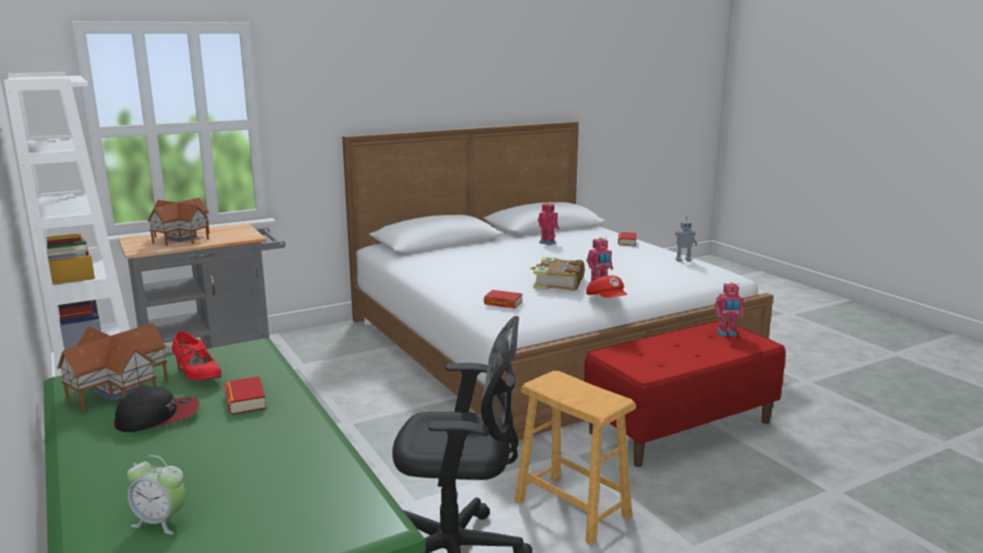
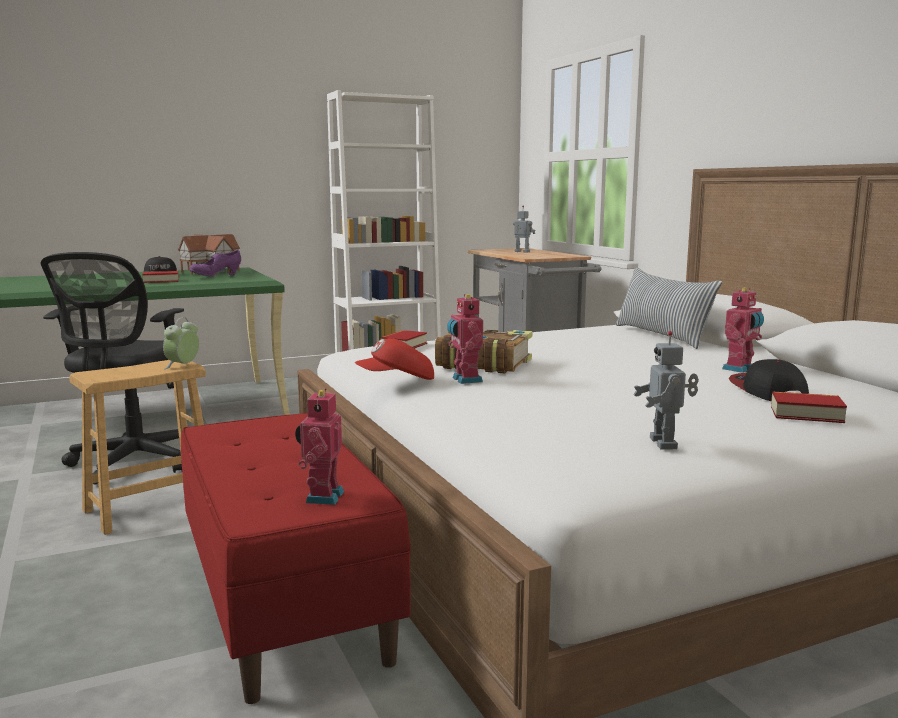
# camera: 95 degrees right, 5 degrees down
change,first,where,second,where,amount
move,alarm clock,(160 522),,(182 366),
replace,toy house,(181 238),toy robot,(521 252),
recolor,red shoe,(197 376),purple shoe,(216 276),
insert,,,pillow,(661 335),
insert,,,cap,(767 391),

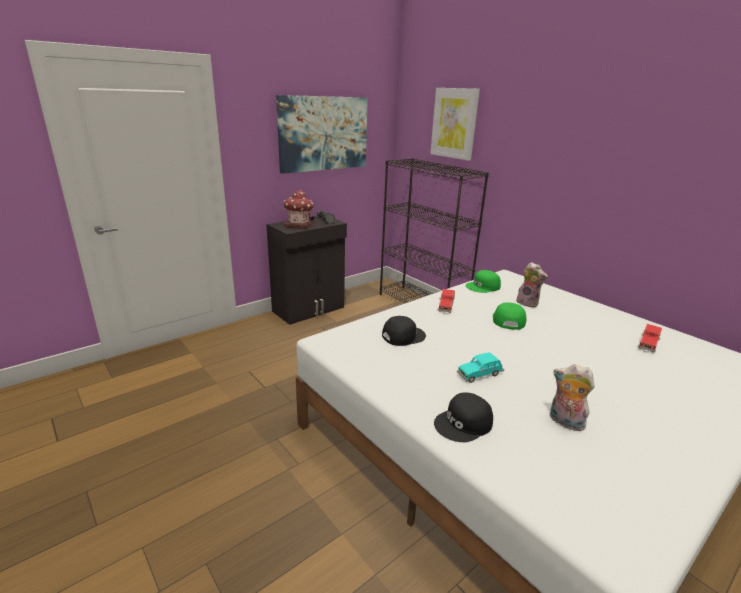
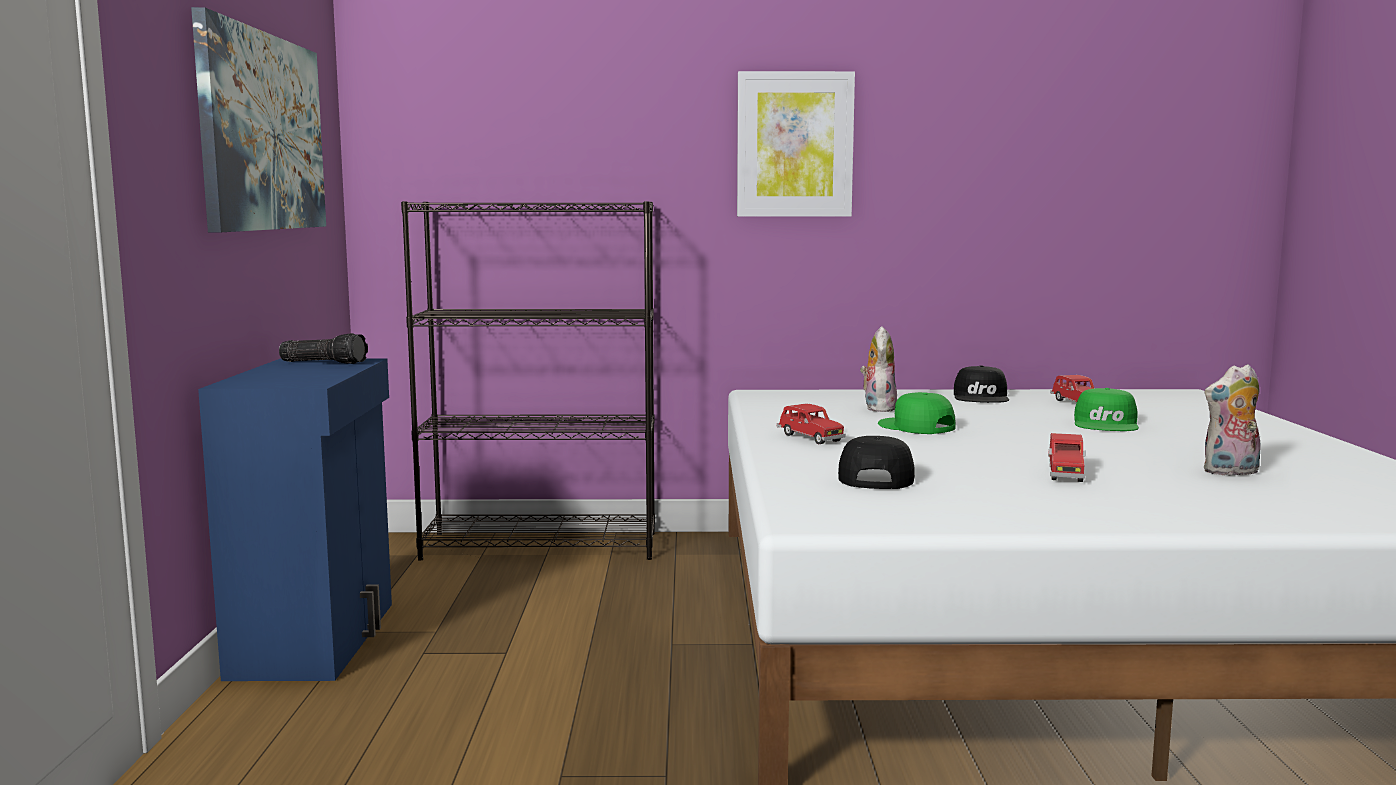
# camera: 50 degrees left, 15 degrees down
change,first,where,second,where,amount
recolor,black cabinet,(309 309),blue cabinet,(318 639),
delete,toy house,(299 225),,,
move,picture,(454 123),,(794 145),
move,black cap,(464 424),,(982 397),
recolor,turquoise toy car,(480 375),red toy car,(1065 473),
move,green cap,(483 287),,(1107 424),
rotate,plush toy,(528 303),,(877 408),75 degrees counterclockwise

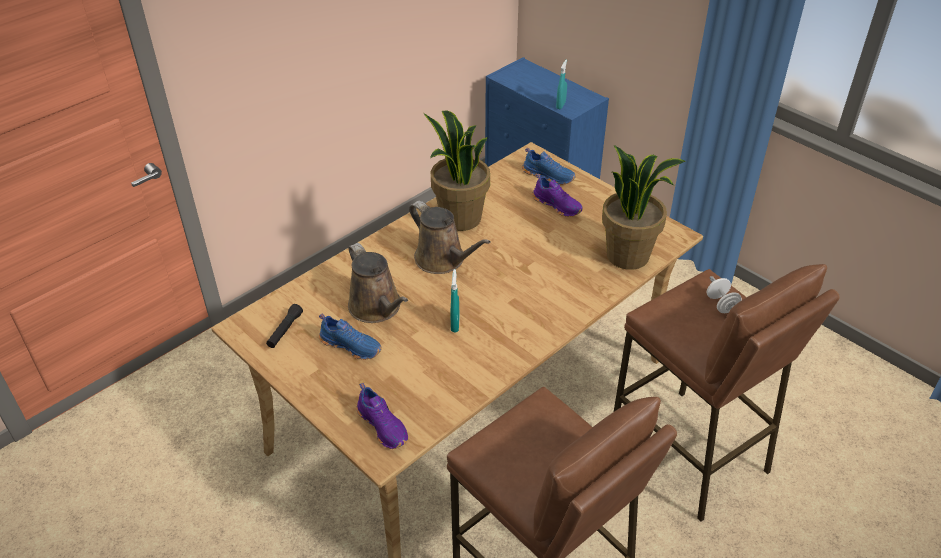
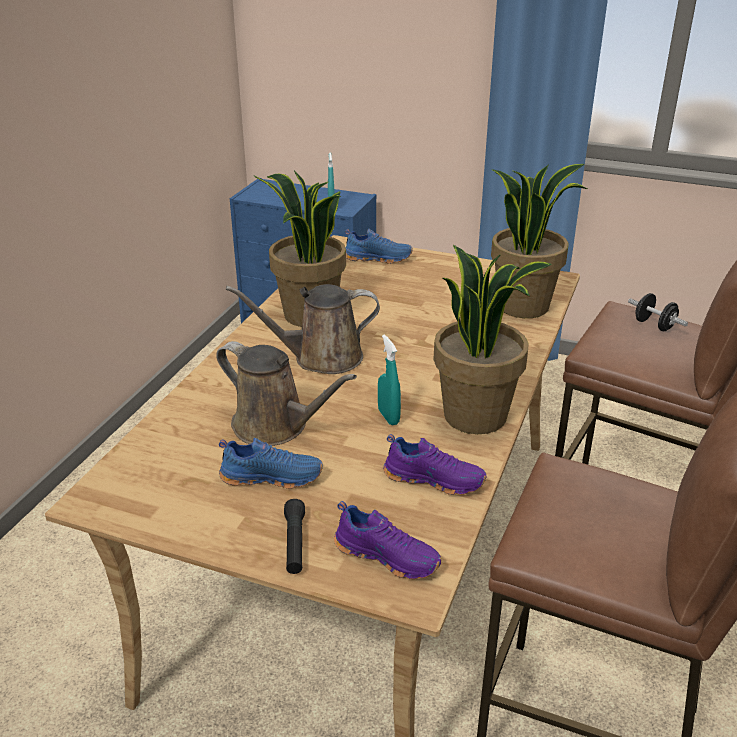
# camera: 25 degrees left, 10 degrees down
change,first,where,second,where,amount
move,black flashlight,(285 330),,(294 544),
rotate,brown watering can,(443 260),,(321 358),150 degrees clockwise
move,purple shoe,(558 205),,(434 479),
recolor,white dumbbell,(721 305),black dumbbell,(654 325),
insert,,,potted plant,(476 415),

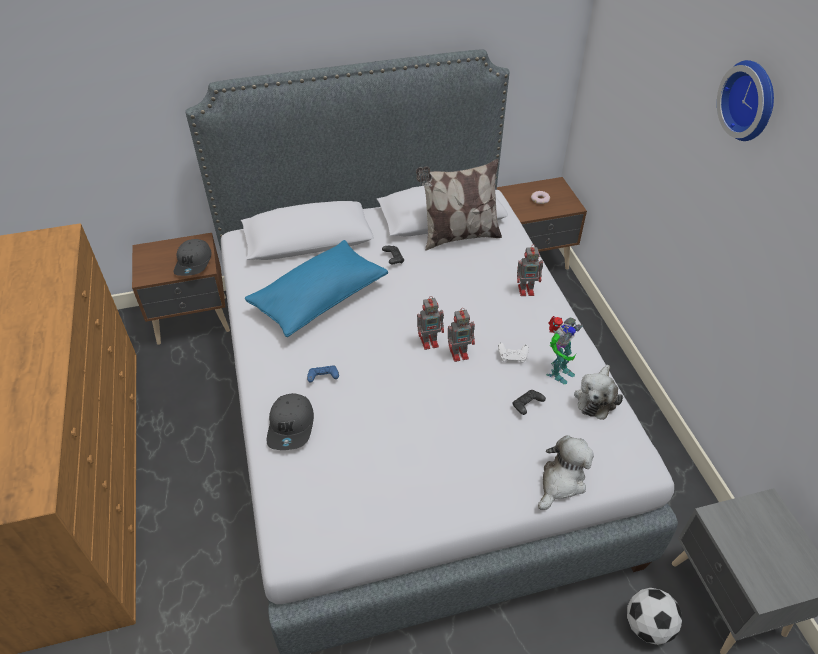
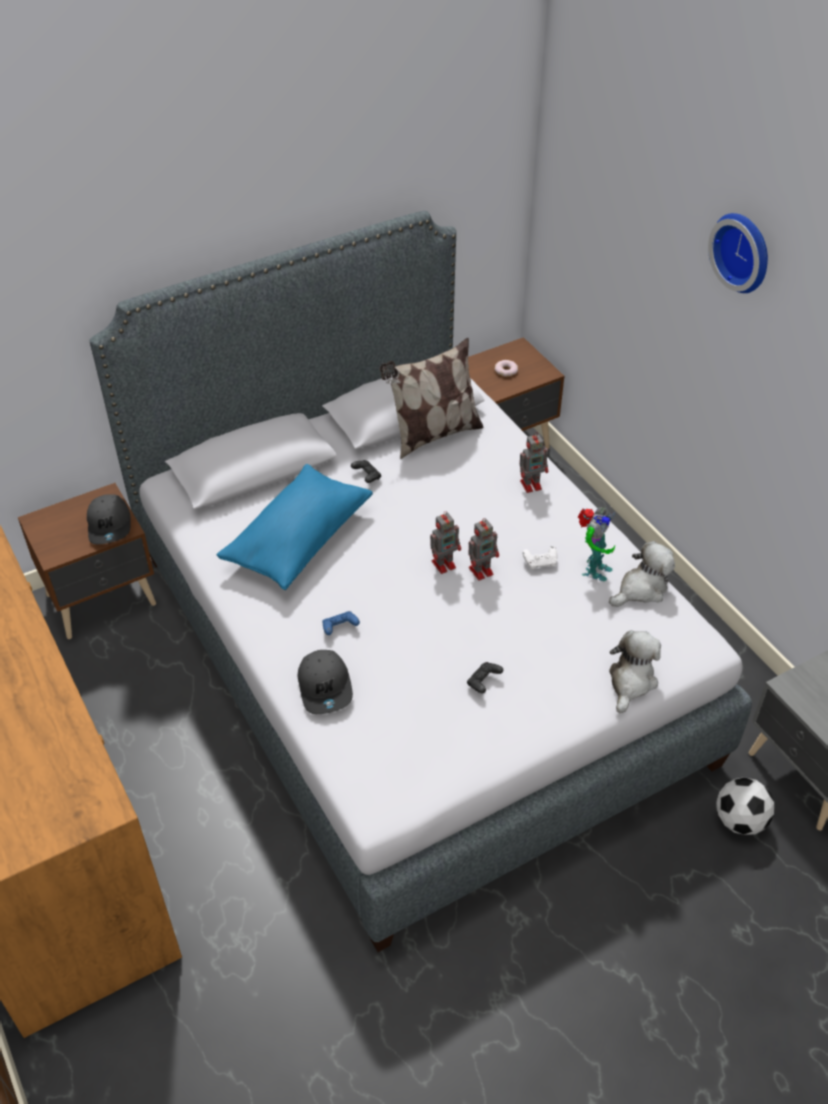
# camera: 15 degrees left, 0 degrees up
change,first,where,second,where,amount
move,black game controller,(526 406),,(483 682),
rotate,plush toy,(596 398),,(641 589),135 degrees counterclockwise

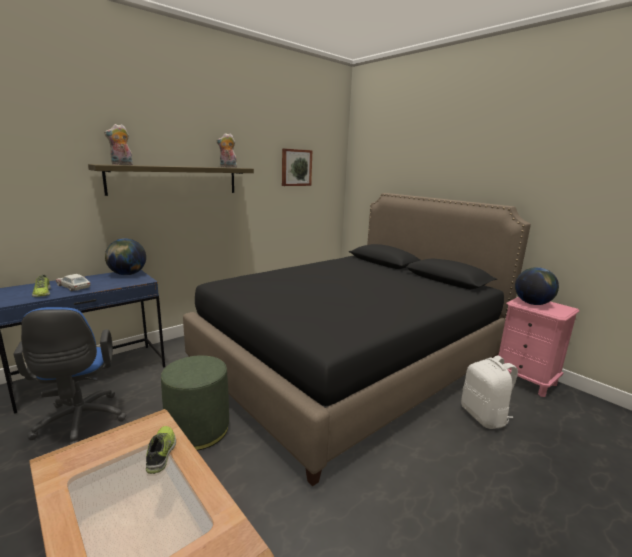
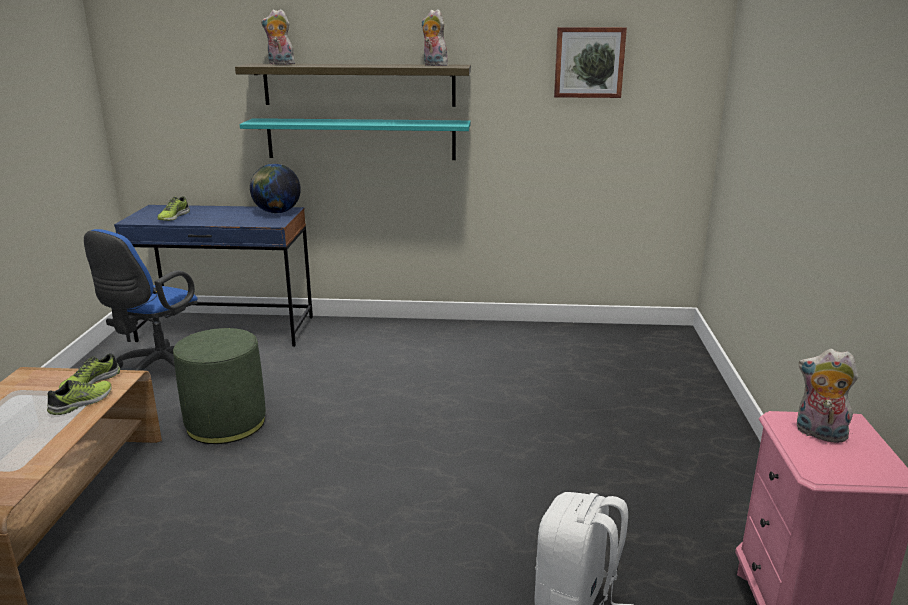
# camera: 45 degrees right, 5 degrees up
change,first,where,second,where,amount
delete,toy car,(74 287),,,
delete,black bed,(350 363),,,
replace,globe,(532 303),plush toy,(818 434),
insert,,,shoe,(90 382),
insert,,,turquoise shelf,(361 139),

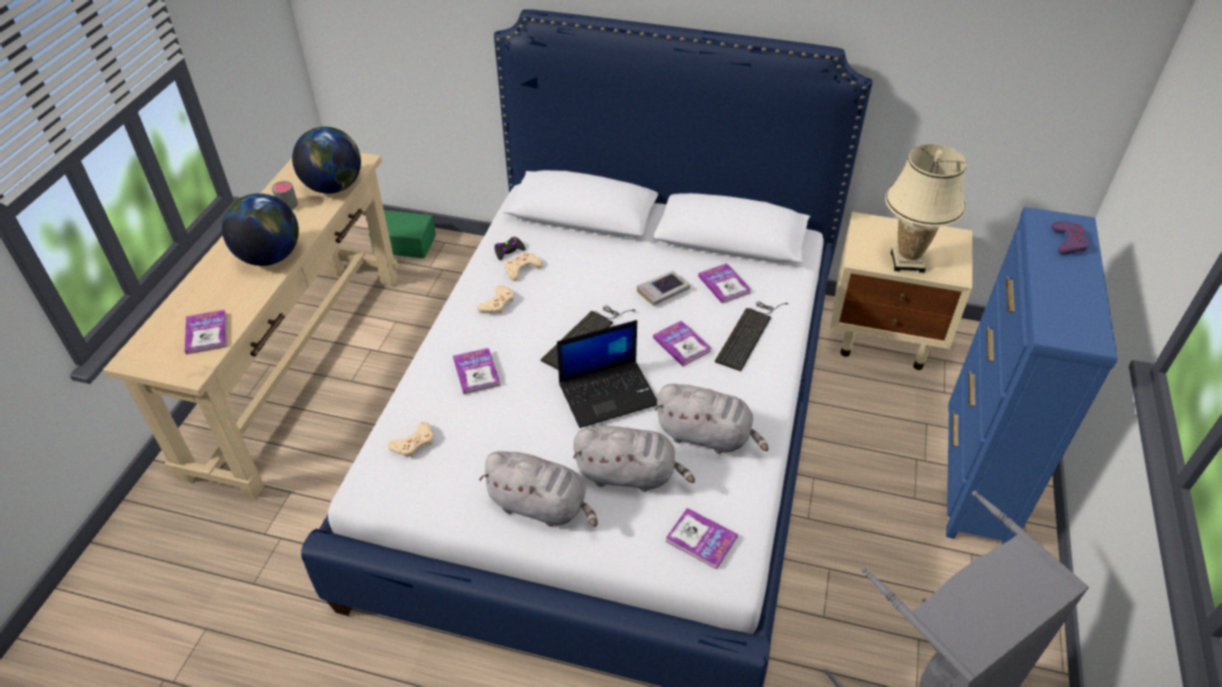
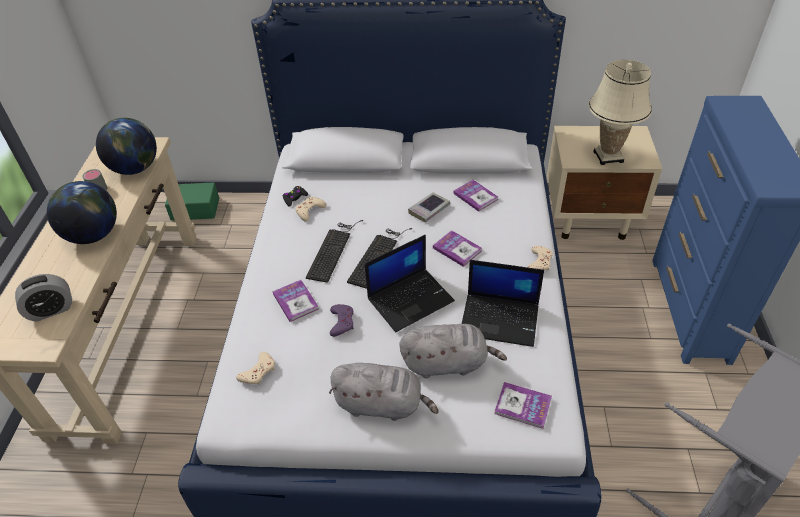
# camera: 10 degrees left, 0 degrees up
change,first,where,second,where,amount
replace,book,(206 333),alarm clock,(51 310),
move,beige game controller,(497 303),,(539 262),
replace,grey plush toy,(707 436),laptop,(500 319),
move,keyboard,(749 333),,(333 249),
move,purple game controller,(1068 241),,(342 322),

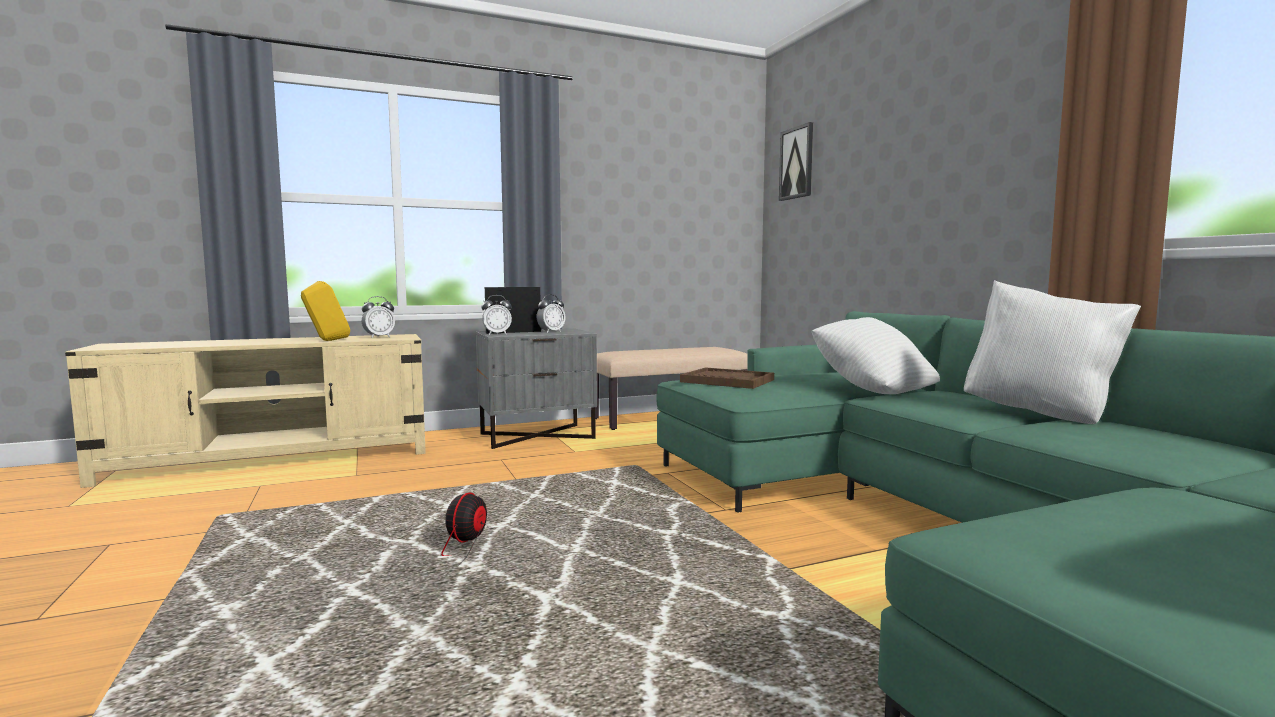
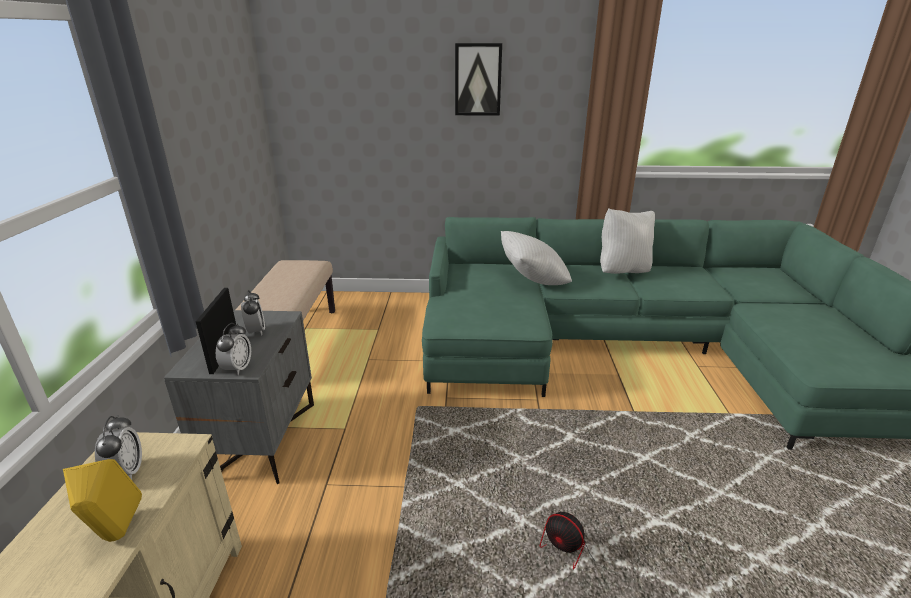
# camera: 65 degrees left, 20 degrees up
change,first,where,second,where,amount
delete,brown tray,(727 381),,,
move,picture,(797 163),,(478 80),

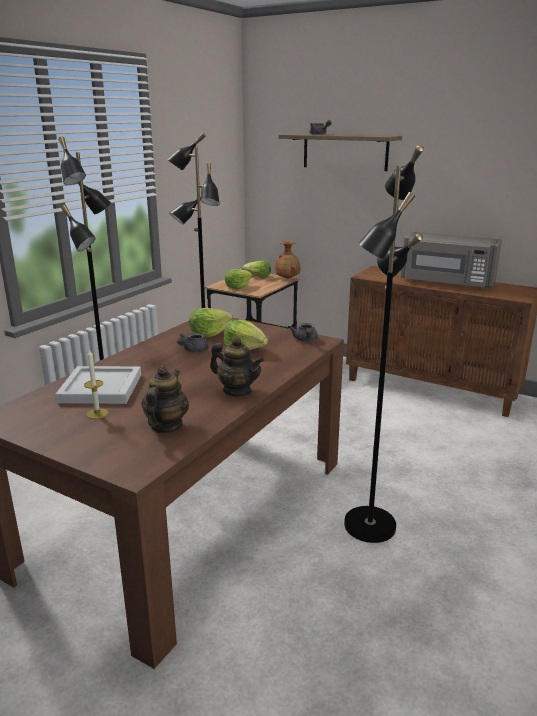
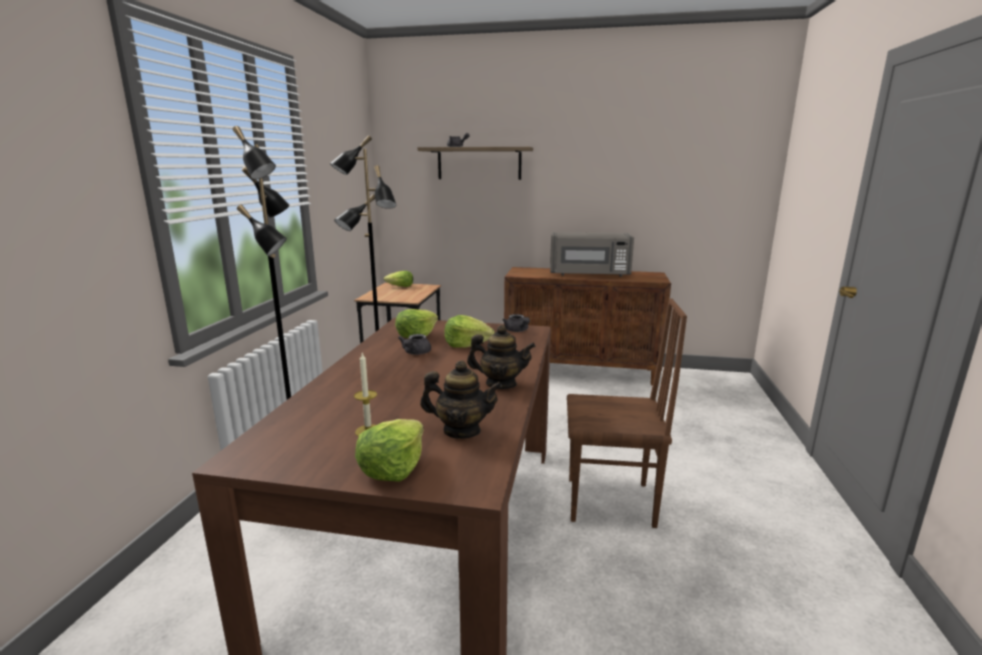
# camera: 20 degrees left, 5 degrees down
change,first,where,second,where,amount
delete,white tray,(102 387),,,
rotate,teapot,(166 426),,(461 431),105 degrees clockwise
move,lettuce,(238 287),,(392 467),
delete,brown vase,(288 278),,,
replace,black floor lamp,(368 525),brown chair,(611 503),

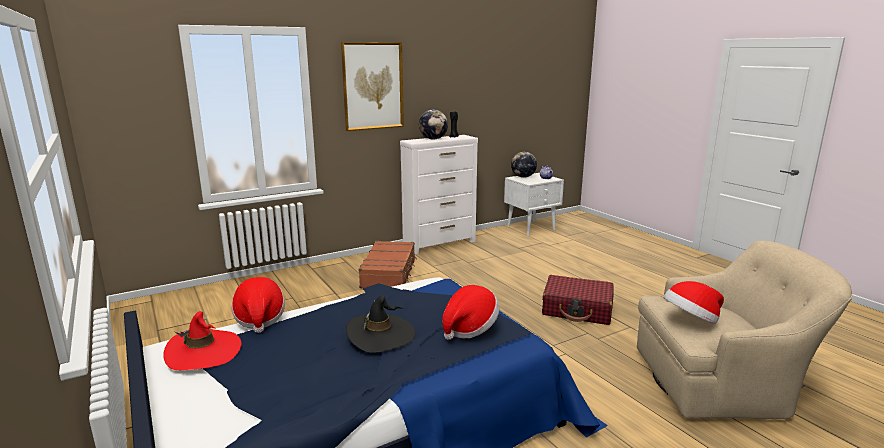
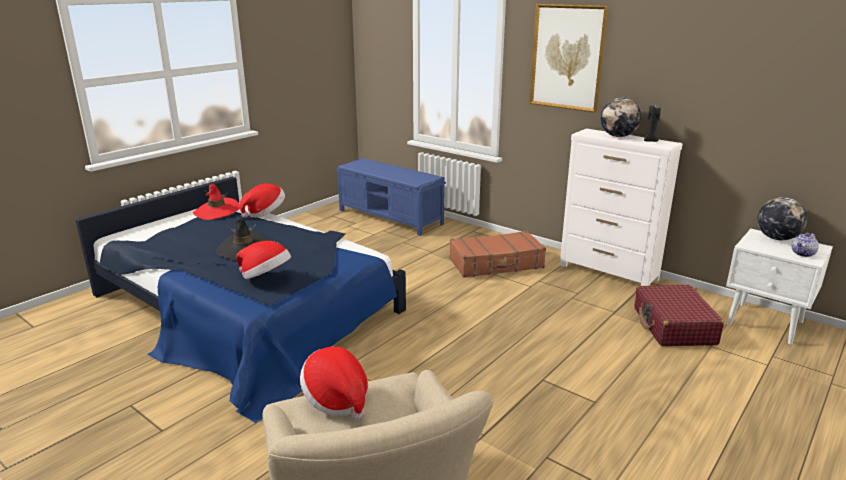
# camera: 70 degrees right, 5 degrees up
change,first,where,second,where,amount
move,red suitcase,(577 309),,(673 326),
insert,,,blue bench,(390 217),

